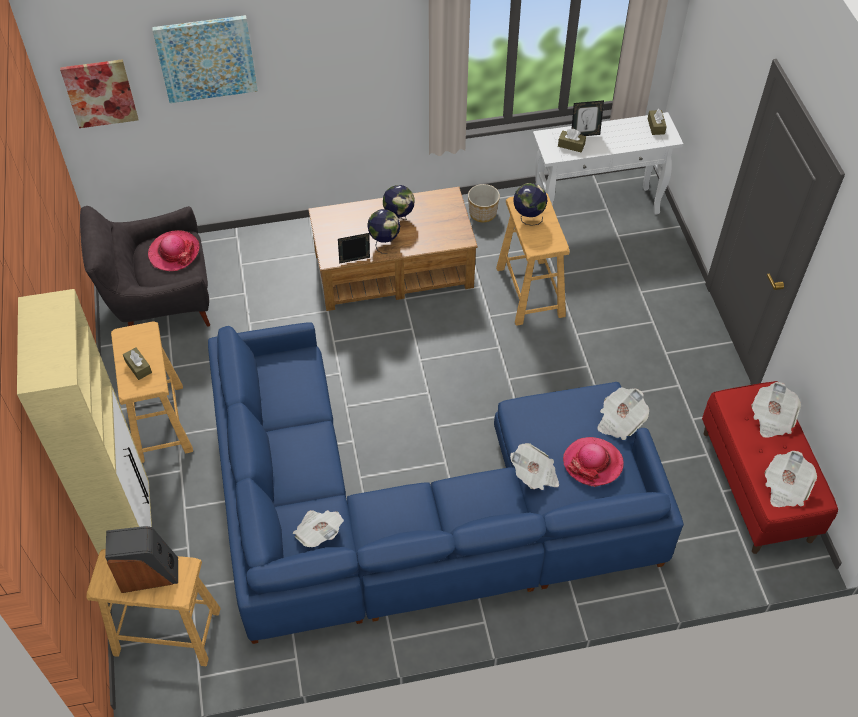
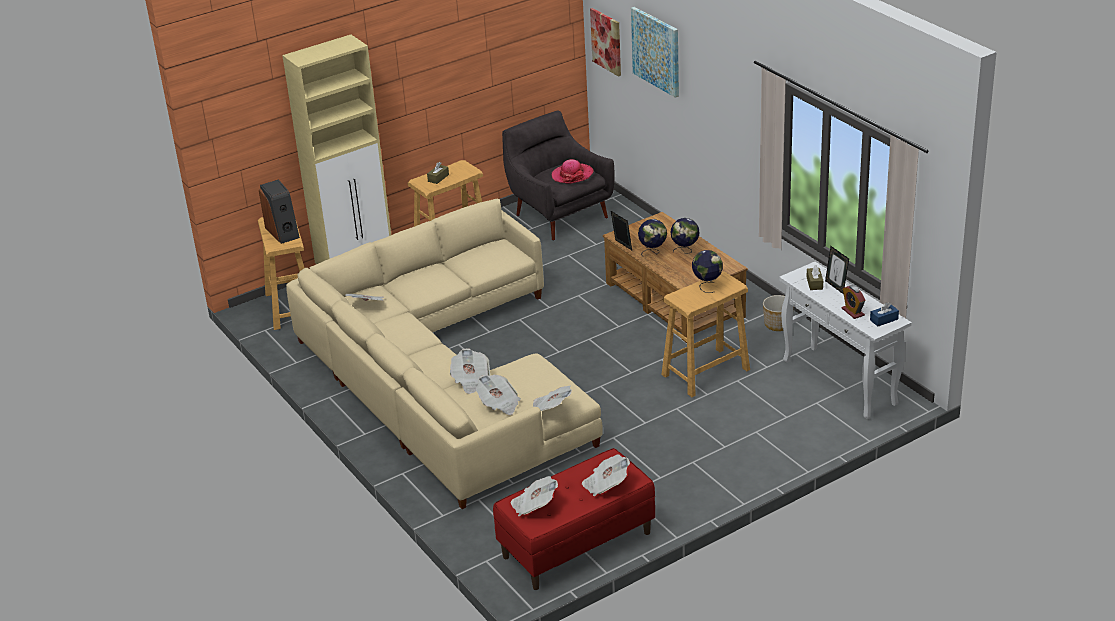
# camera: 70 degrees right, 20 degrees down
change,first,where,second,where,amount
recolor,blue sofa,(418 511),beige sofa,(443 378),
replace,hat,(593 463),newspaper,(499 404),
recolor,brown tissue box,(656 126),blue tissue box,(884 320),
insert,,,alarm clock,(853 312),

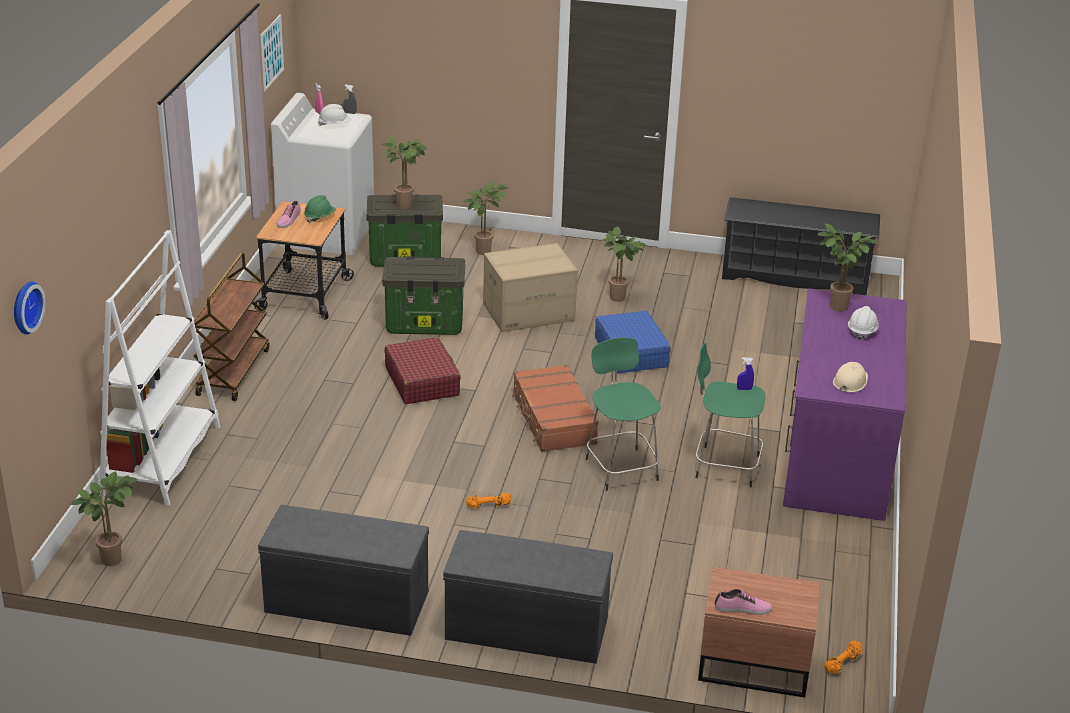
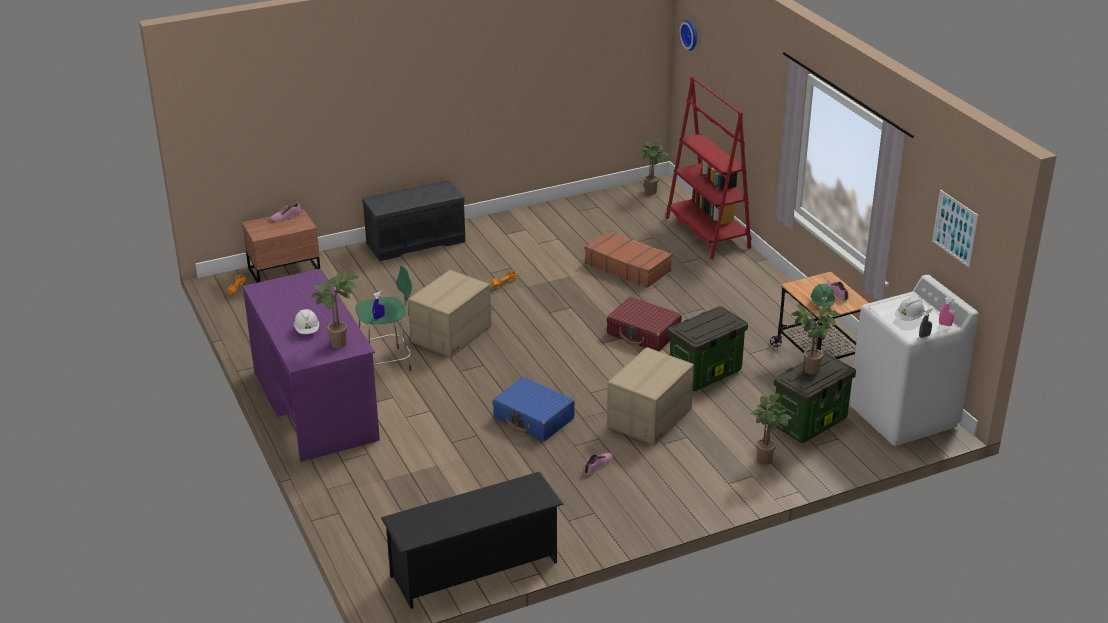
# camera: 145 degrees right, 0 degrees up
change,first,where,second,where,amount
recolor,white bookcase,(162 461),red bookcase,(707 233),
delete,brown cart,(233 371),,,
delete,grey bench,(345 602),,,
move,brown suitcase,(553 419),,(628 267),
replace,green stool,(620 468),cardboard box,(451 334),
replace,potted plant,(620 298),shoe,(598 465),
delete,beige hard hat,(850 381),,,

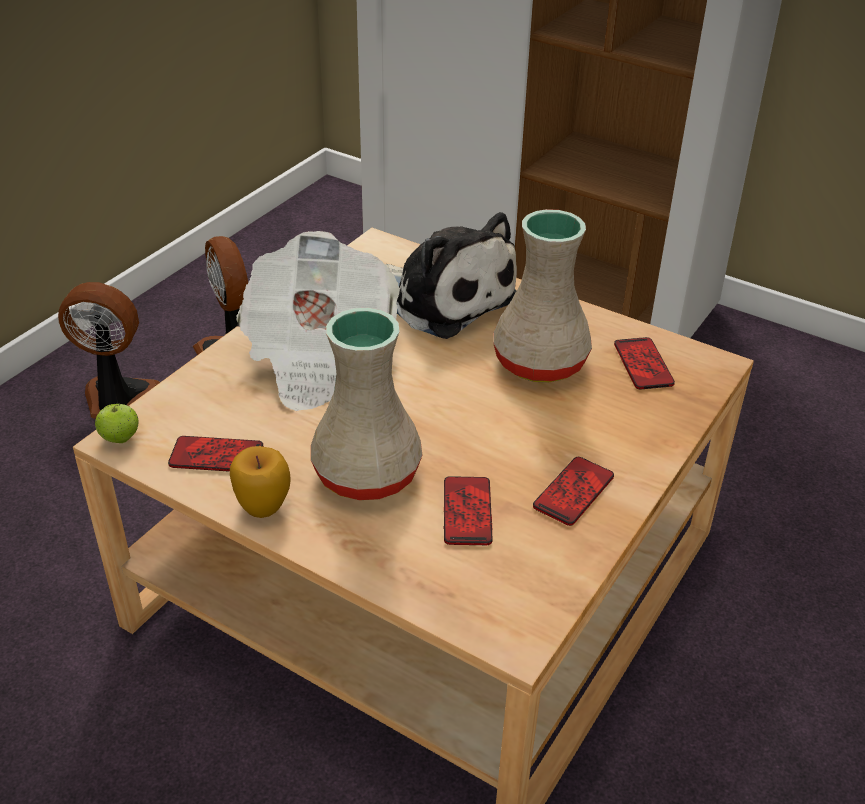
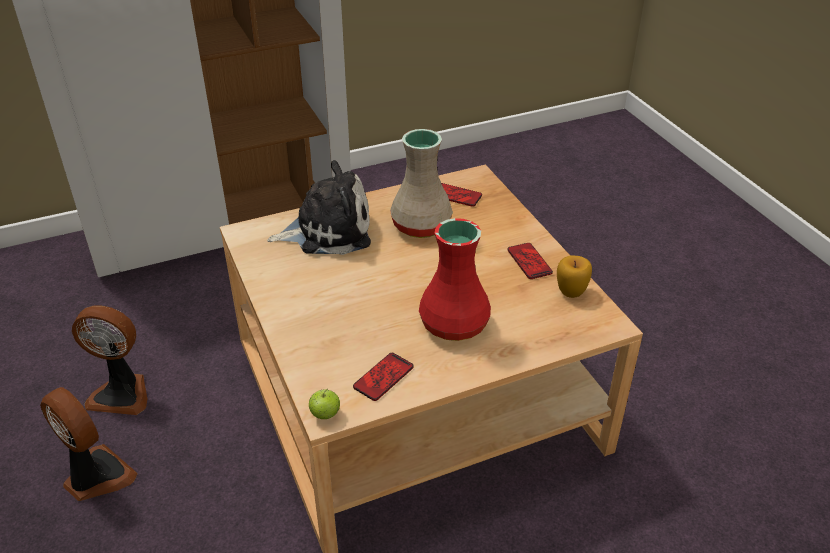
# camera: 55 degrees left, 0 degrees up
change,first,where,second,where,amount
rotate,fan,(118 400),,(96 476),90 degrees clockwise
move,apple,(263 506),,(571 291),
delete,newspaper,(320 358),,,
recolor,beige vase,(366 476),red vase,(455 325),
delete,phone,(467 512),,,

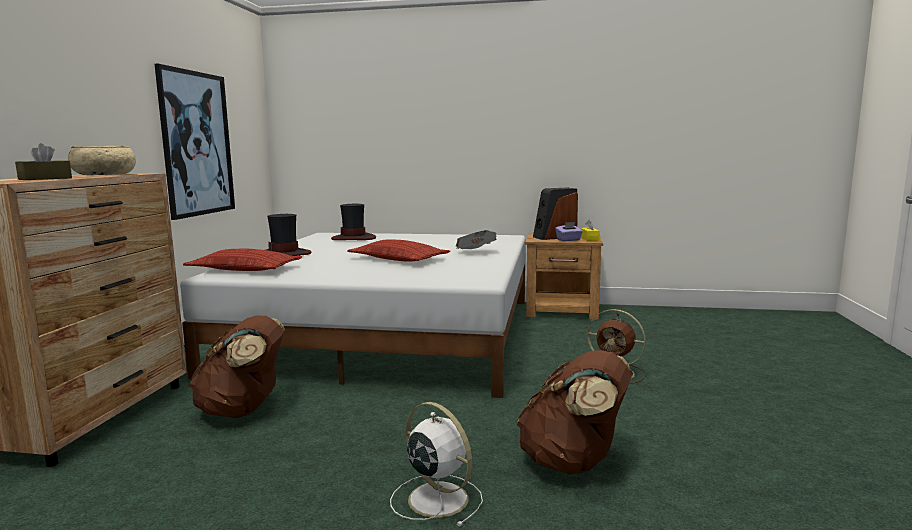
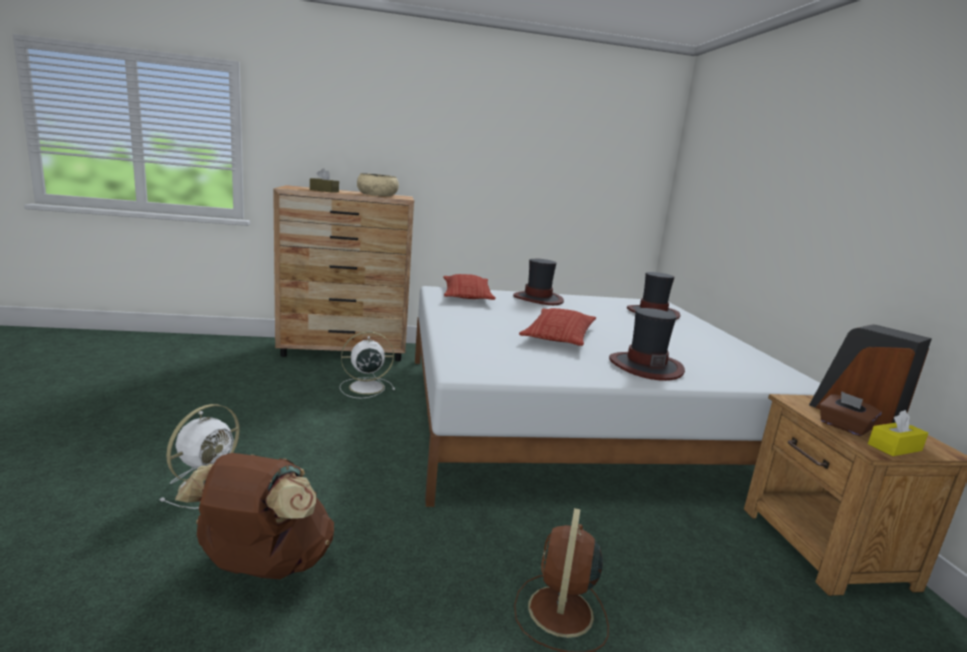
# camera: 70 degrees right, 5 degrees up
change,first,where,second,where,amount
delete,picture,(197 144),,,
replace,brown backpack,(243 410),white fan,(364 387),
replace,newspaper,(475 252),hat,(645 366),
recolor,purple tissue box,(568 240),brown tissue box,(843 427),

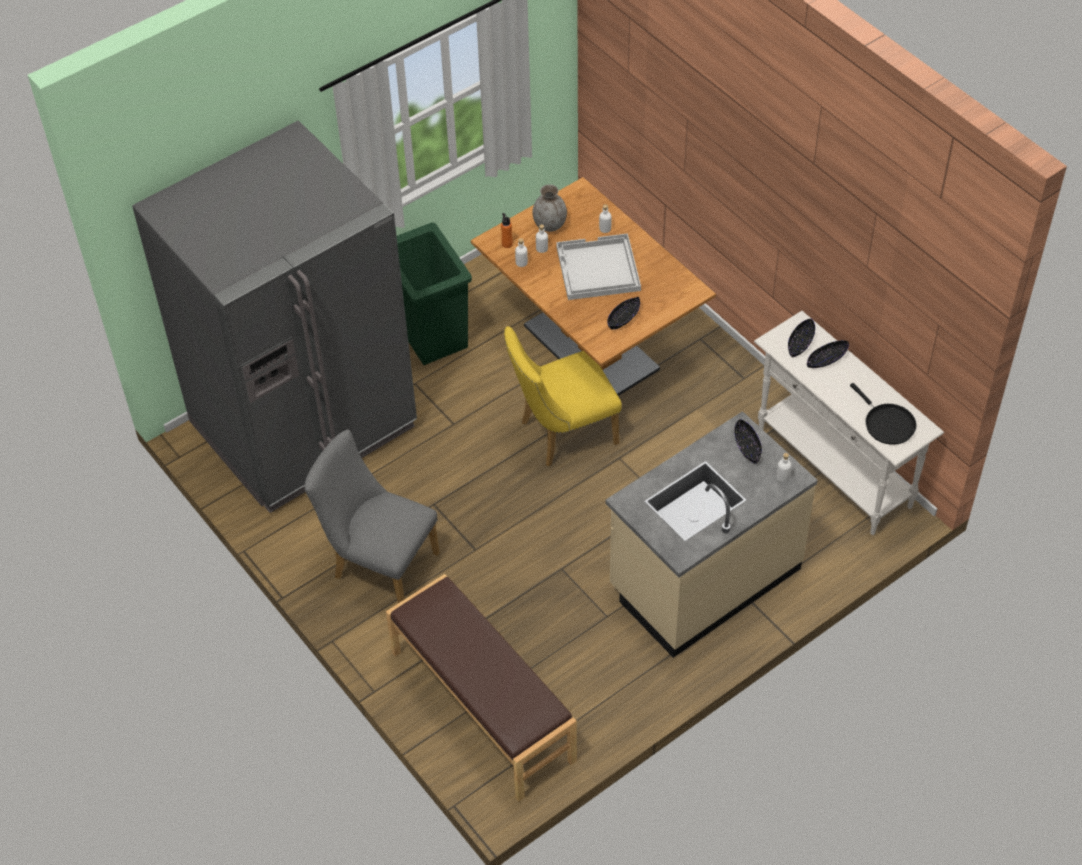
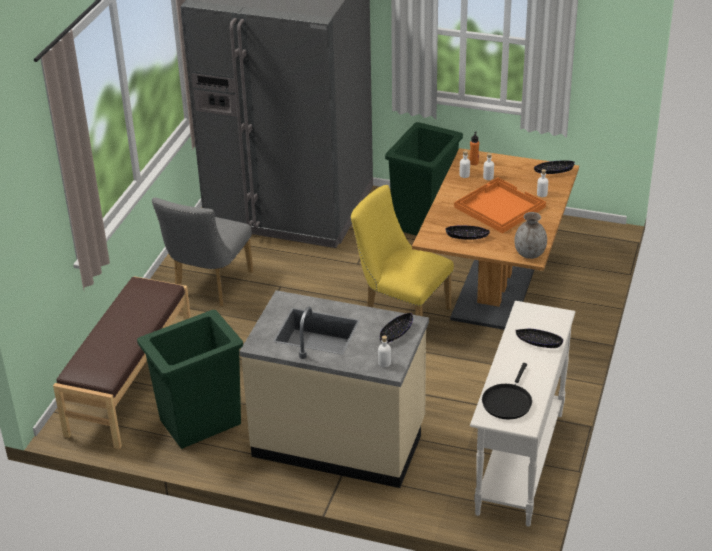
# camera: 55 degrees right, 15 degrees down
change,first,where,second,where,amount
rotate,grey chair,(379 563),,(209 287),150 degrees counterclockwise
move,grey vase,(550 225),,(530 254),
recolor,white tray,(597 269),orange tray,(498 207),
move,black bowl,(800 343),,(553 171),
insert,,,green trash can,(199 422),

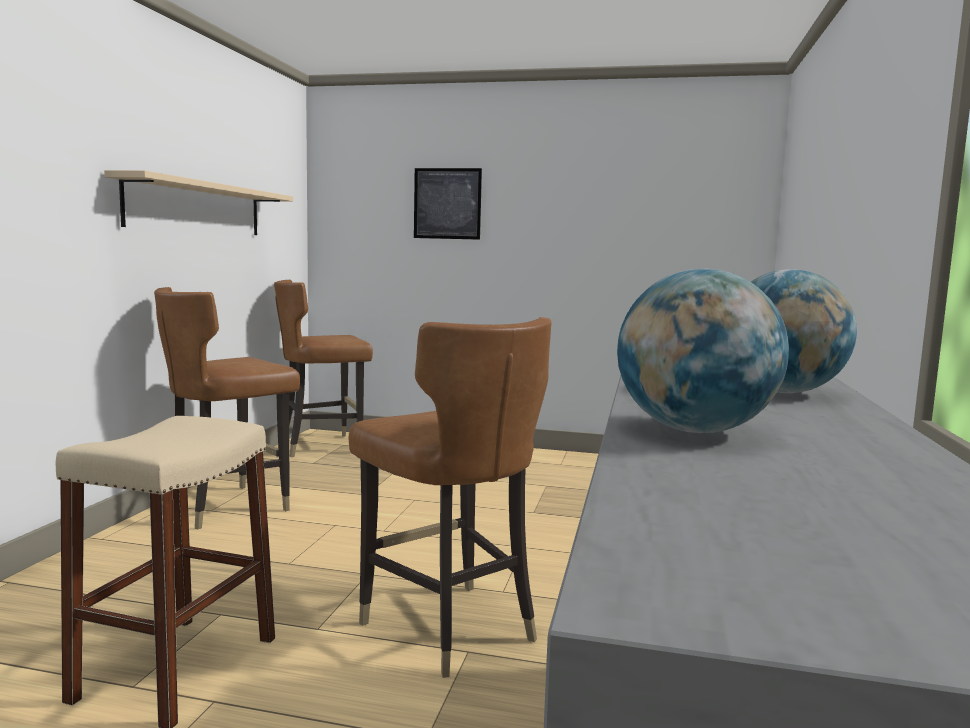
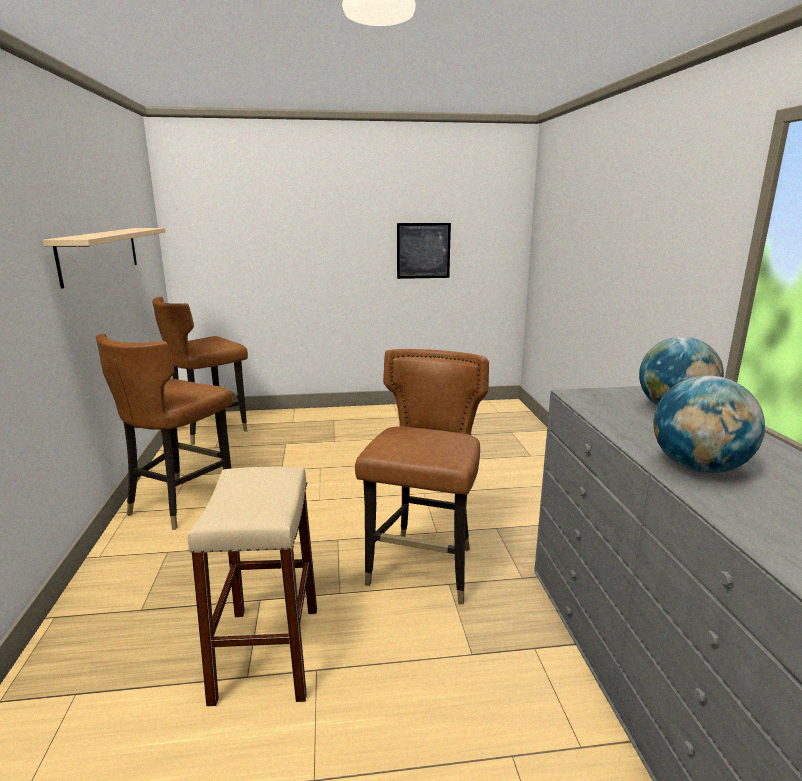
# camera: 20 degrees left, 10 degrees up
change,first,where,second,where,amount
rotate,brown chair,(448 628),,(424 569),105 degrees counterclockwise
move,picture,(447 203),,(423 250),

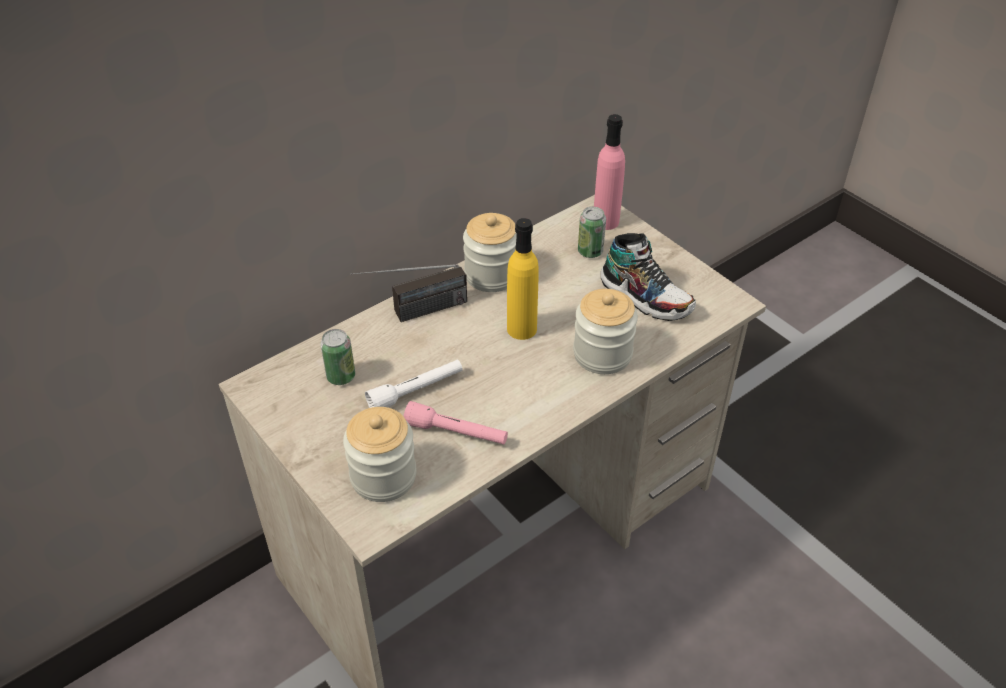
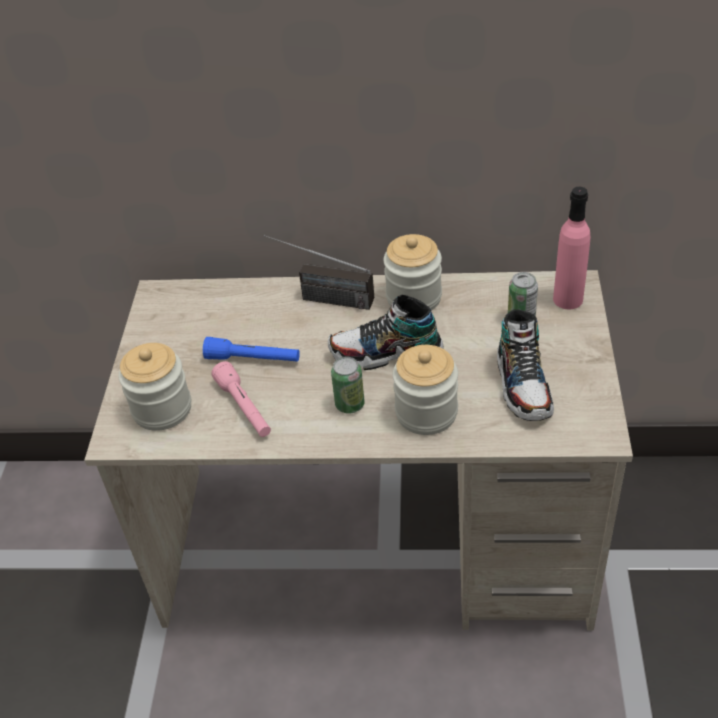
# camera: 45 degrees right, 0 degrees up
change,first,where,second,where,amount
move,can,(341 376),,(350 404),
recolor,white flashlight,(416 391),blue flashlight,(253 359),
replace,yellow bottle,(521 329),shoe,(386 354),

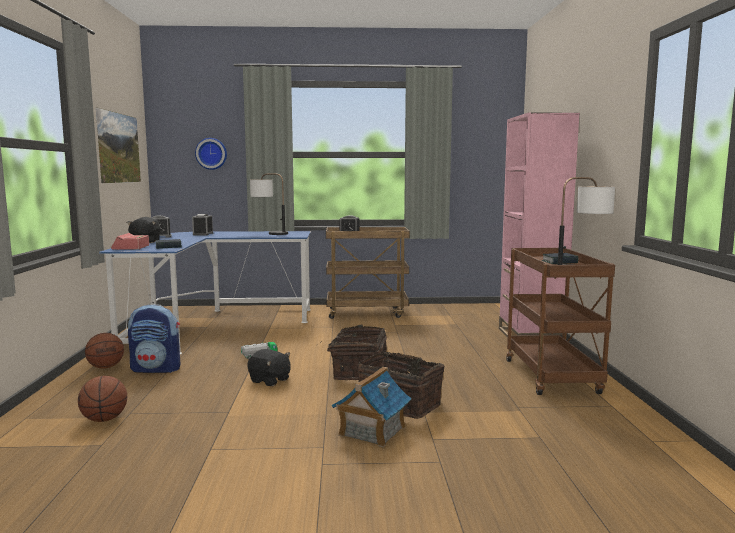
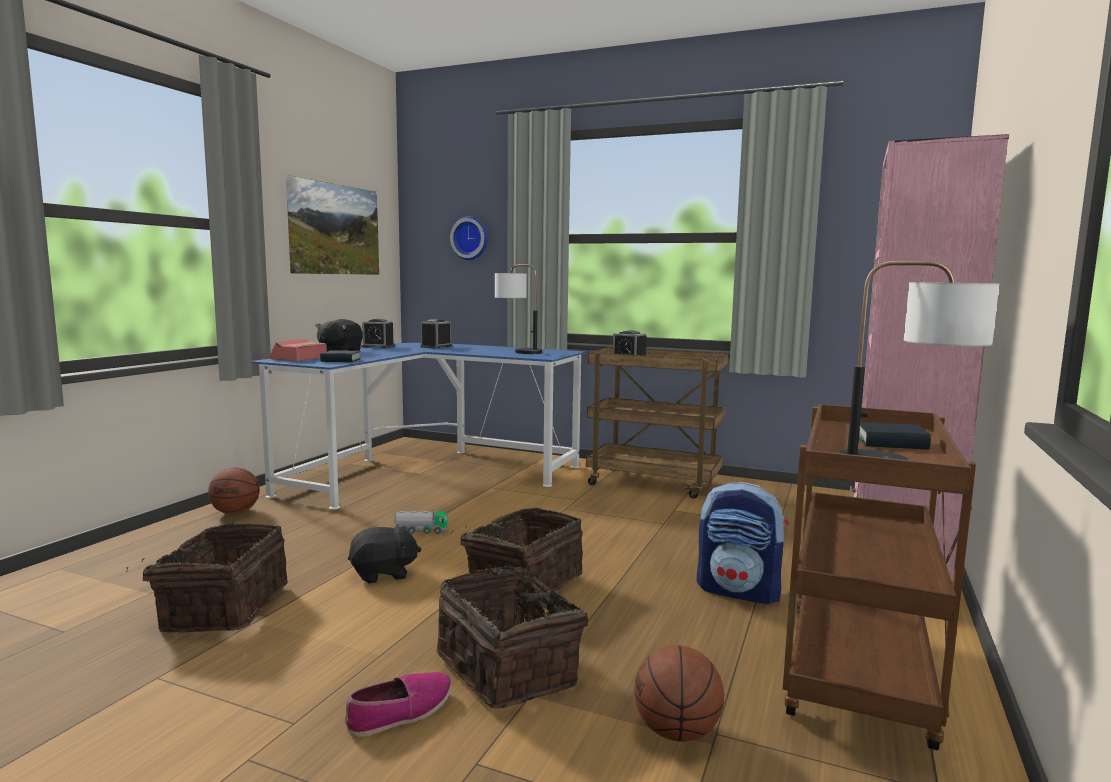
# camera: 25 degrees right, 0 degrees up
change,first,where,second,where,amount
move,basketball,(104 419),,(677 732),
move,backpack,(157 369),,(739 591),
rotate,black plush toy,(269 380),,(383 574),75 degrees counterclockwise
replace,toy house,(371 431),shoe,(401 712),
insert,,,basket,(222 608),

